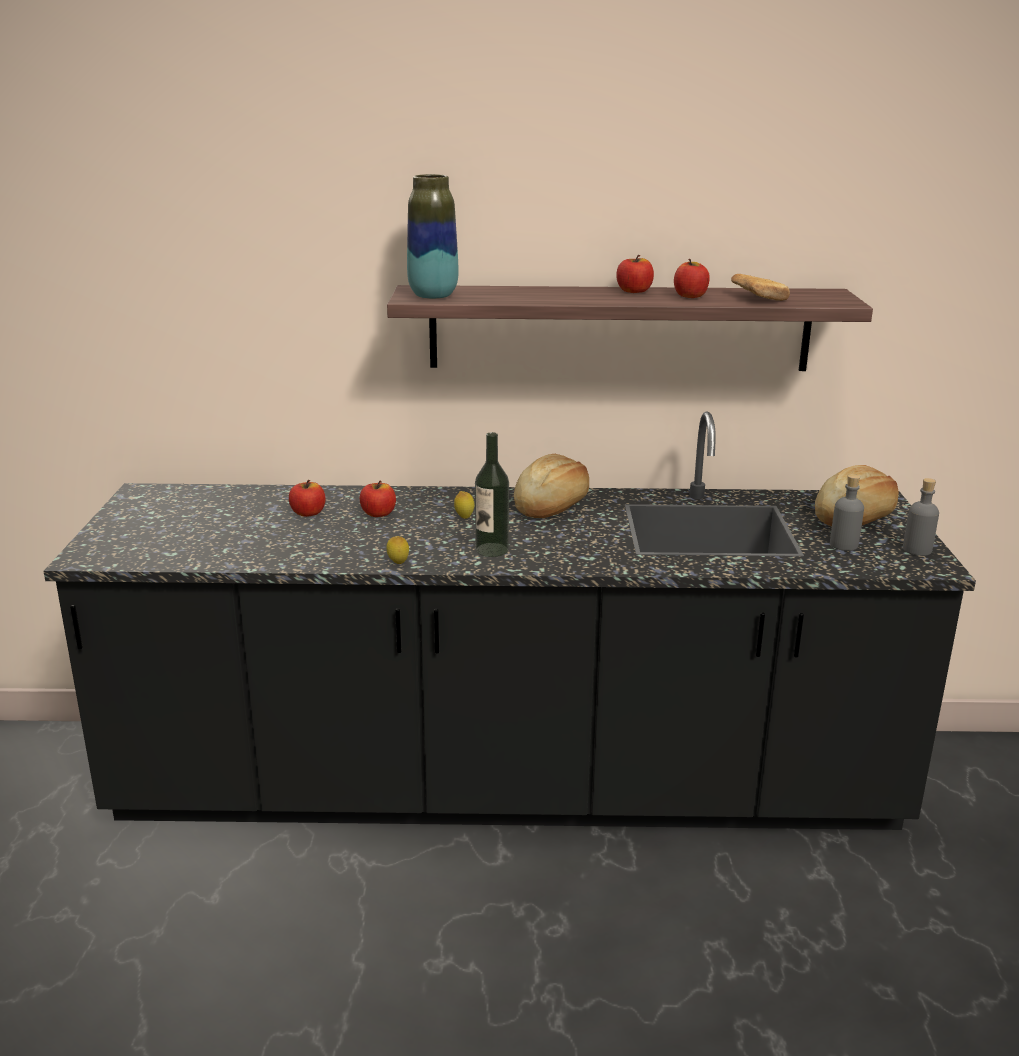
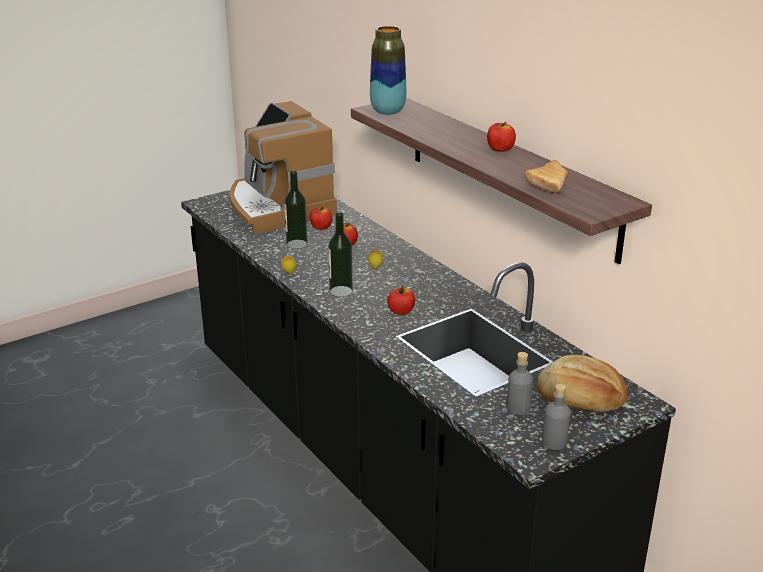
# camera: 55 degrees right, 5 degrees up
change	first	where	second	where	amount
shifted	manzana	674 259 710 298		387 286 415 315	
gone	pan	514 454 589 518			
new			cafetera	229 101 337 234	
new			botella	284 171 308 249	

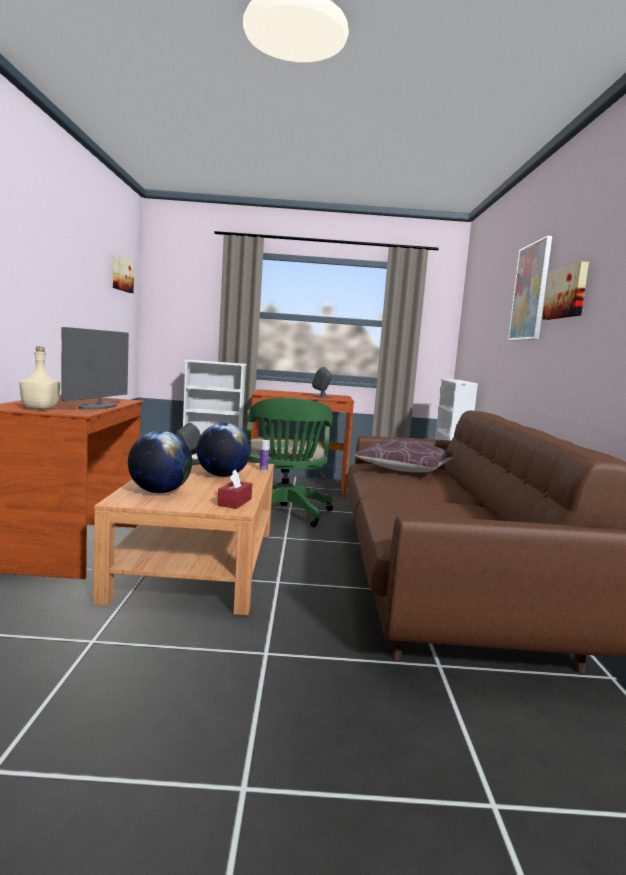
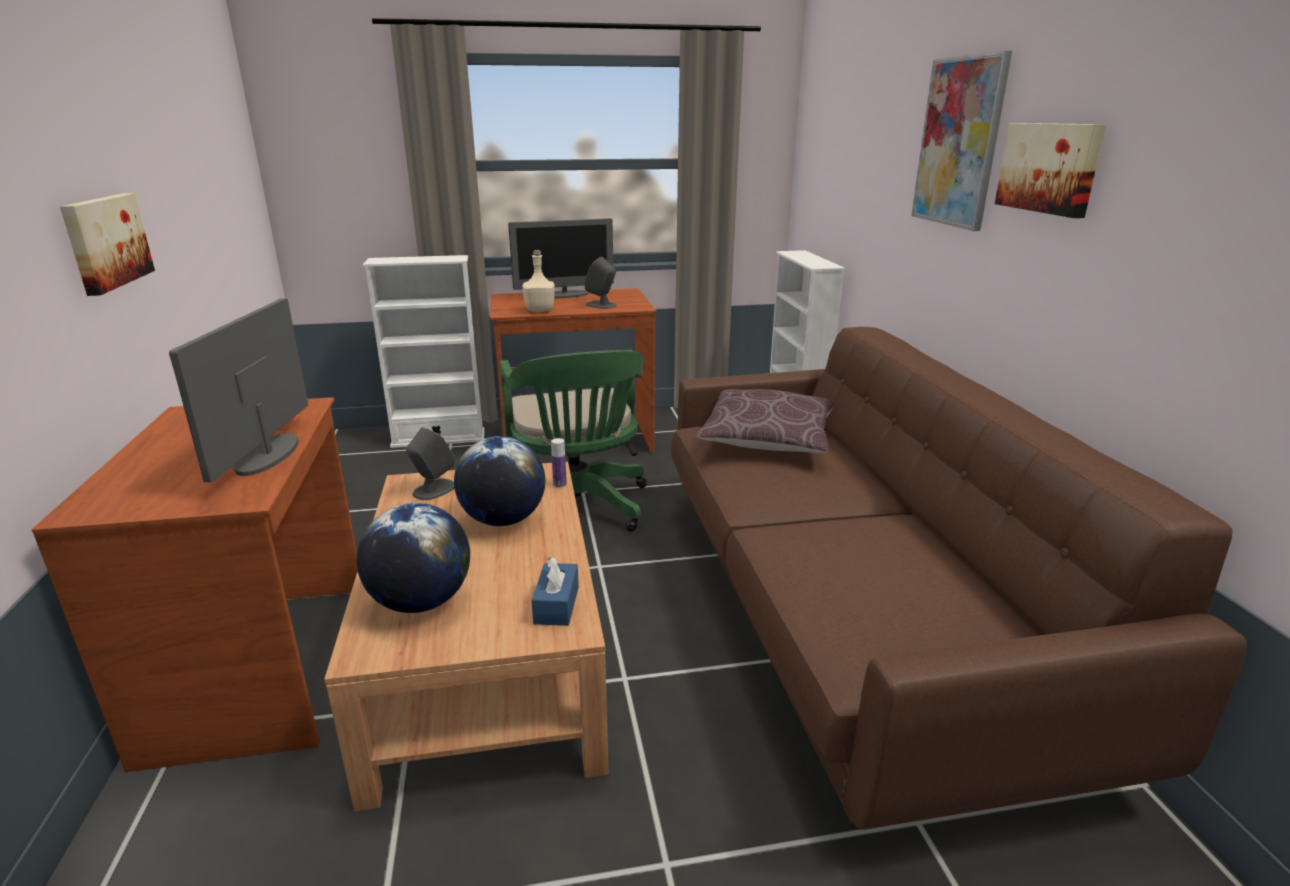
# camera: 10 degrees left, 15 degrees up
change	first	where	second	where	amount
shifted	cuadro	113 254 134 293		60 193 155 296	
shifted	botella [beis]	19 346 60 409		523 250 555 312	
repainted	caja de pañuelos [rojo]	218 470 252 509	caja de pañuelos [azul]	532 557 579 626	
new			monitor	508 218 614 298	

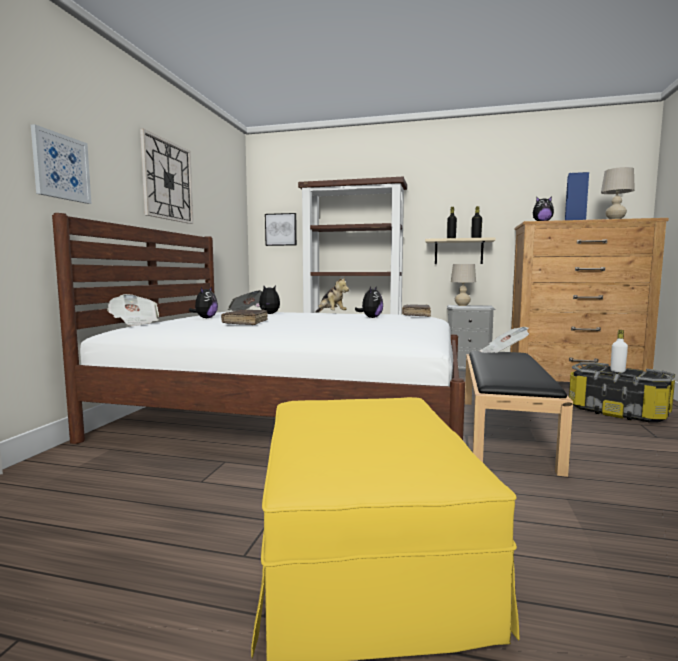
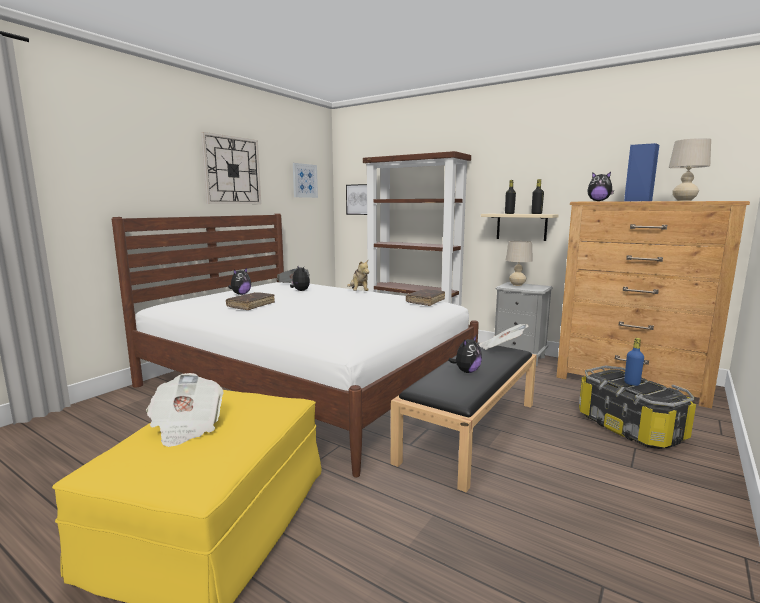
# camera: 20 degrees right, 5 degrees up
change	first	where	second	where	amount
shifted	cuadro	31 124 91 204		293 163 318 198	
shifted	peluche	355 286 383 318		448 335 482 373	
shifted	periódico	107 294 159 326		146 373 224 447	
repainted	botella [blanco]	610 330 628 372	botella [azul]	624 338 644 386	

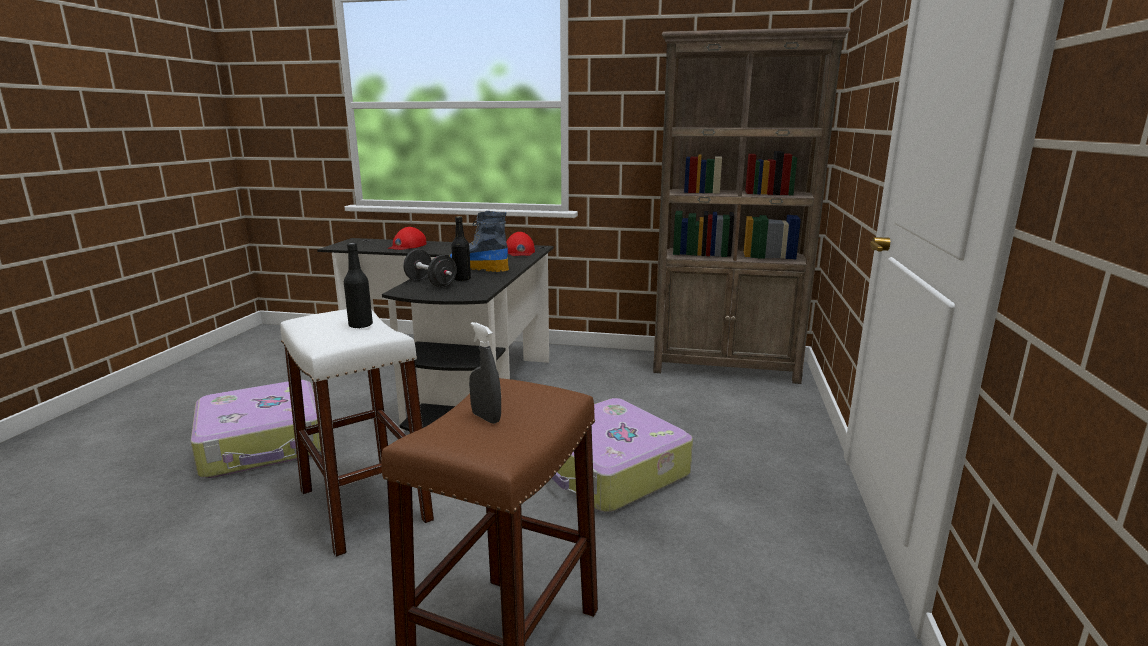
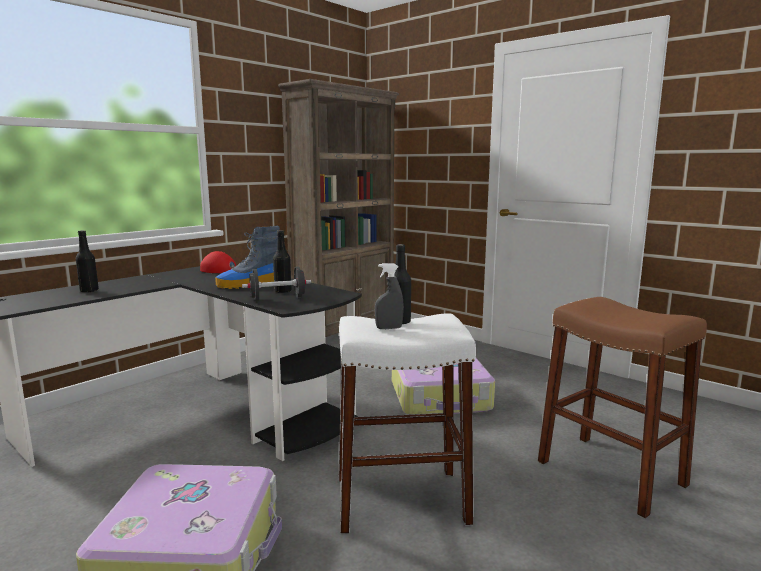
# camera: 60 degrees left, 5 degrees down
change	first	where	second	where	amount
swapped	gorra [rojo]	387 227 427 250	botella [negro]	76 230 99 293	
shifted	pulverizador [gris]	469 322 501 424		375 263 404 329	

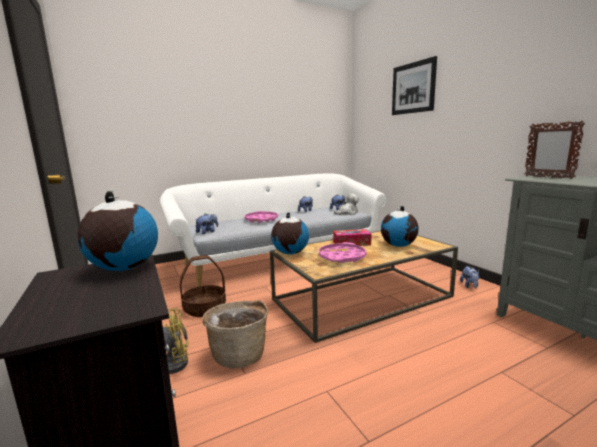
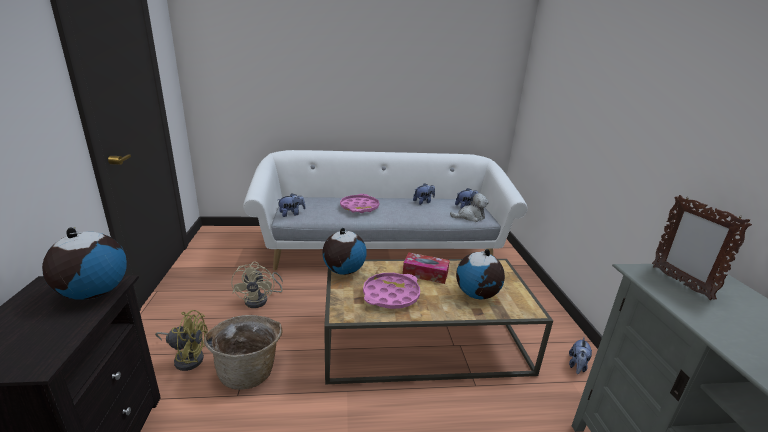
# camera: 20 degrees right, 10 degrees up
change	first	where	second	where	amount
gone	cuadro	392 56 437 115			
swapped	cesta	180 255 226 317	ventilador [beis]	231 261 283 308	

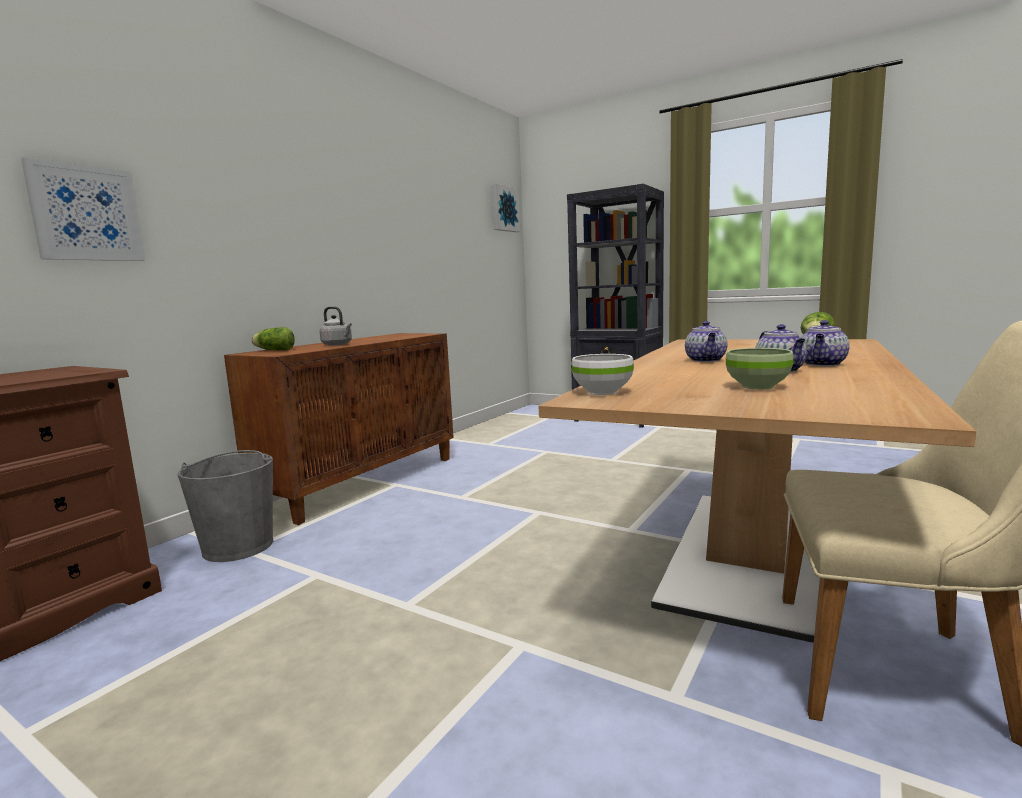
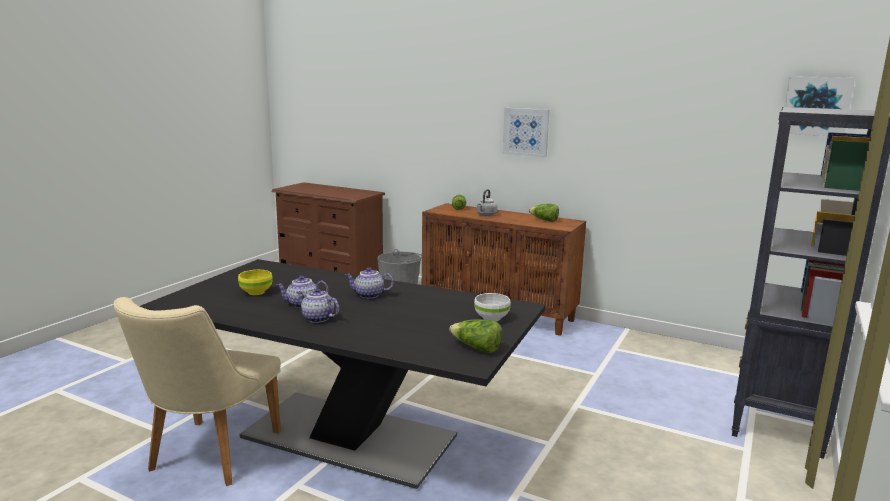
# camera: 85 degrees right, 5 degrees up
change	first	where	second	where	amount
shifted	cuadro	21 157 146 261		503 108 550 157	
repainted	mesa de comedor [beis]	539 339 976 643	mesa de comedor [negro]	140 259 545 489	
repainted	cuenco [verde]	726 348 794 389	cuenco [amarillo]	238 270 273 295	
shifted	cuenco [blanco]	571 354 634 395		474 293 511 322	
new			lechuga	529 204 559 222	

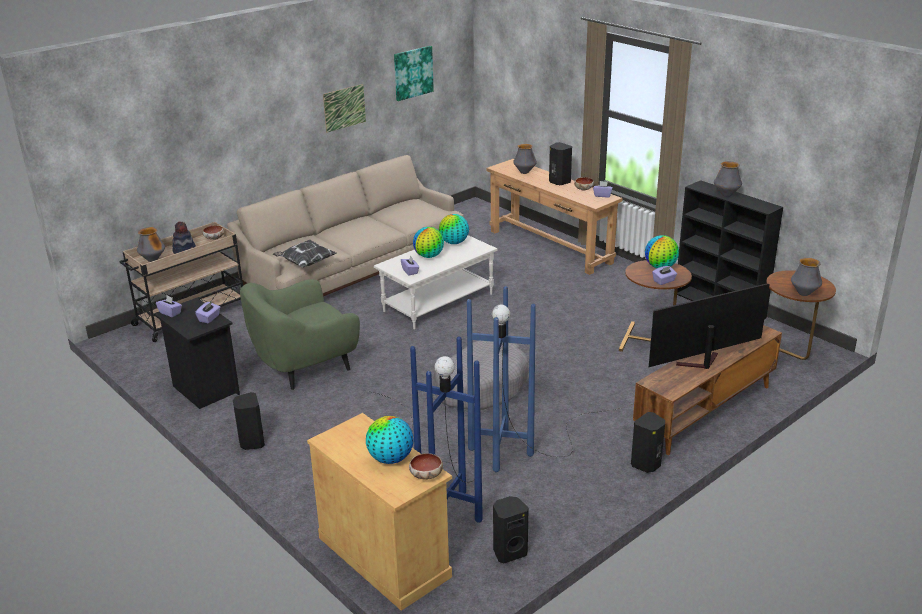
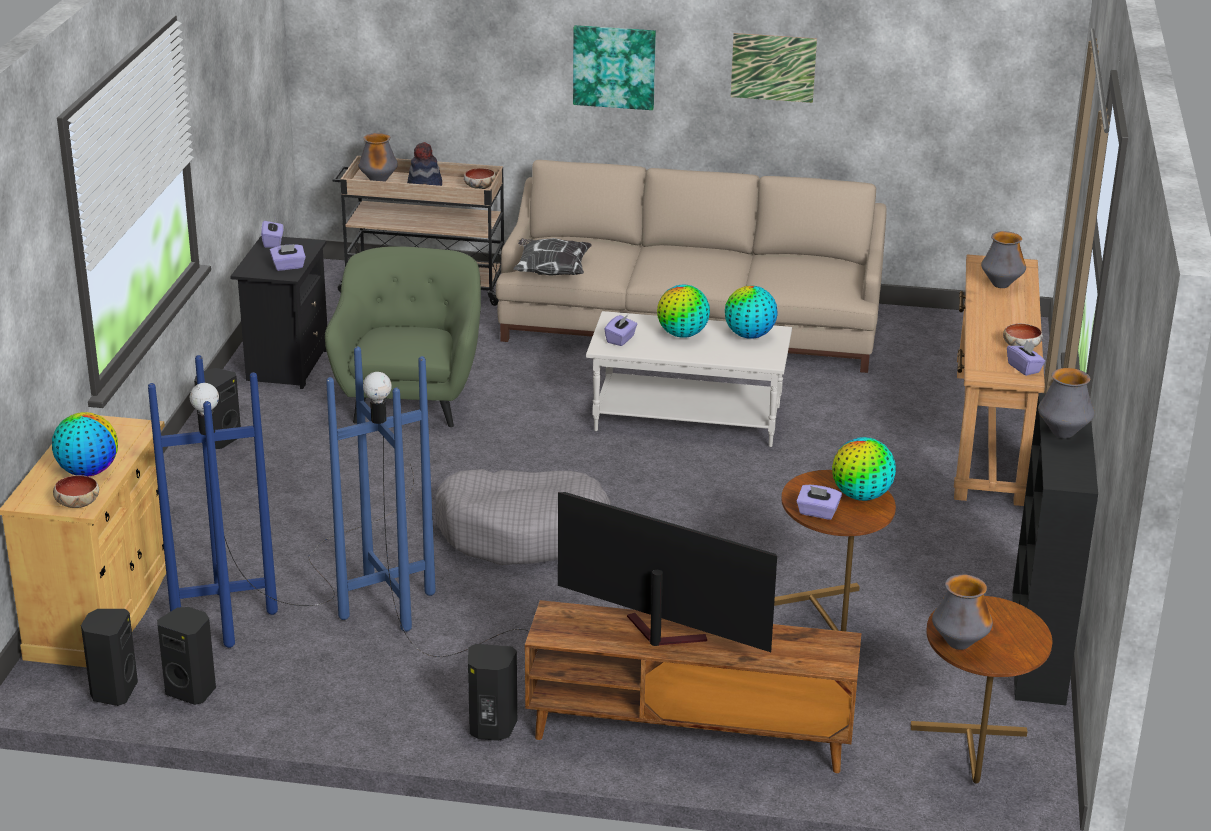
# camera: 50 degrees right, 0 degrees up
change	first	where	second	where	amount
shifted	cuadro	394 46 434 101		573 25 656 110	
shifted	altavoz [negro]	549 142 572 186		81 609 138 706	
rotated	sillón [verde]	240 279 360 390		325 246 481 427	75 degrees clockwise

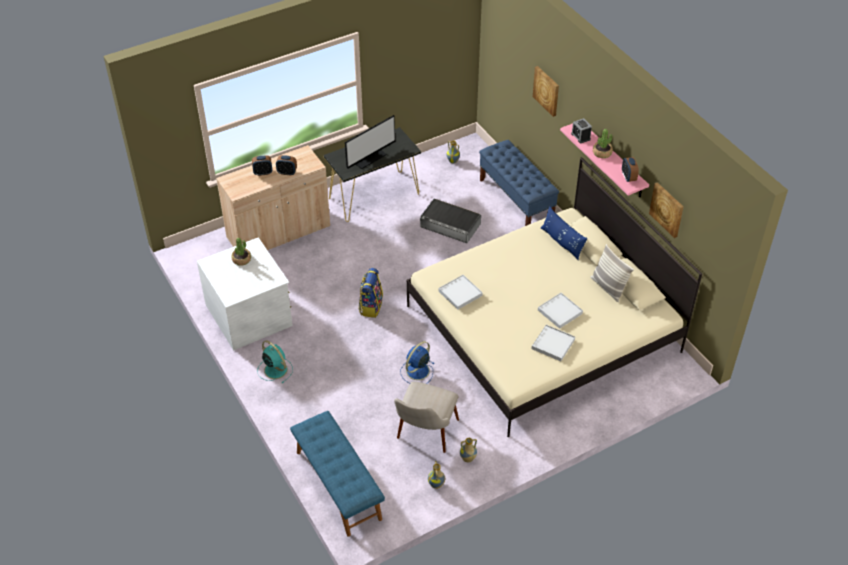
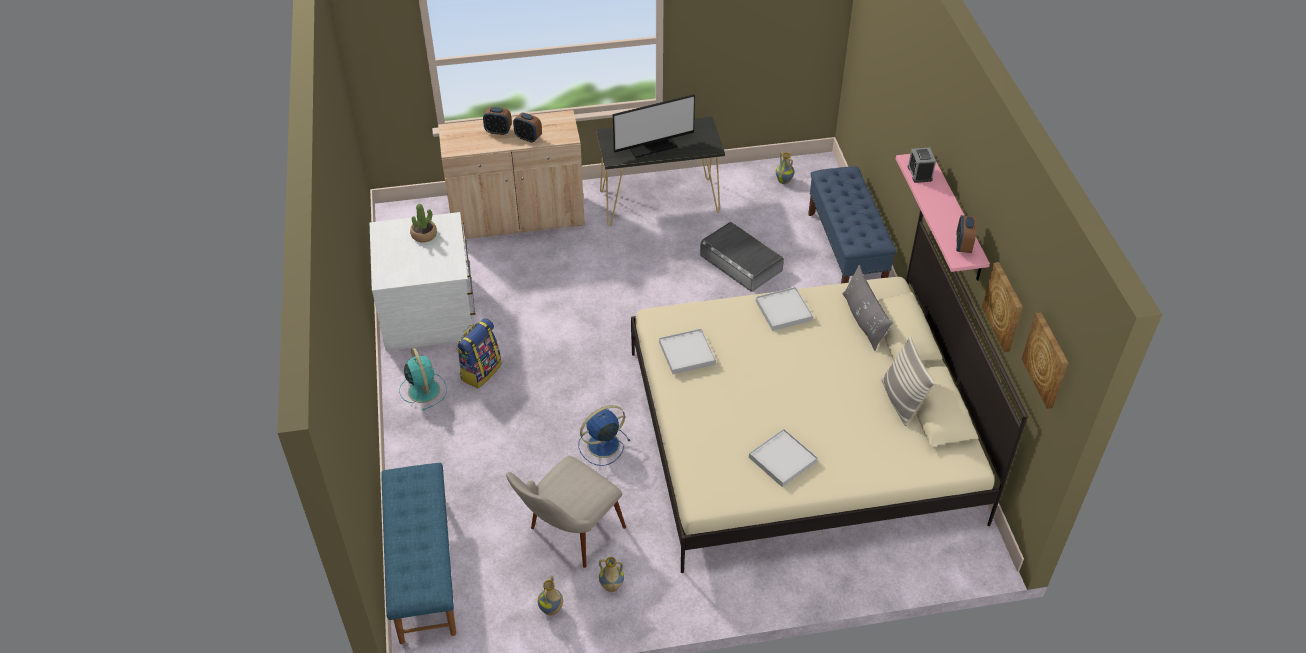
# camera: 20 degrees right, 0 degrees up
change	first	where	second	where	amount
shifted	cuadro	533 66 559 117		1022 312 1068 409	
gone	planta en maceta	593 129 613 158			
repainted	cojín [azul]	541 206 588 260	cojín [gris]	842 265 893 351	
shifted	mochila	359 268 383 318		457 318 501 388	
shifted	bandeja [blanco]	538 293 583 329		756 287 813 331	

